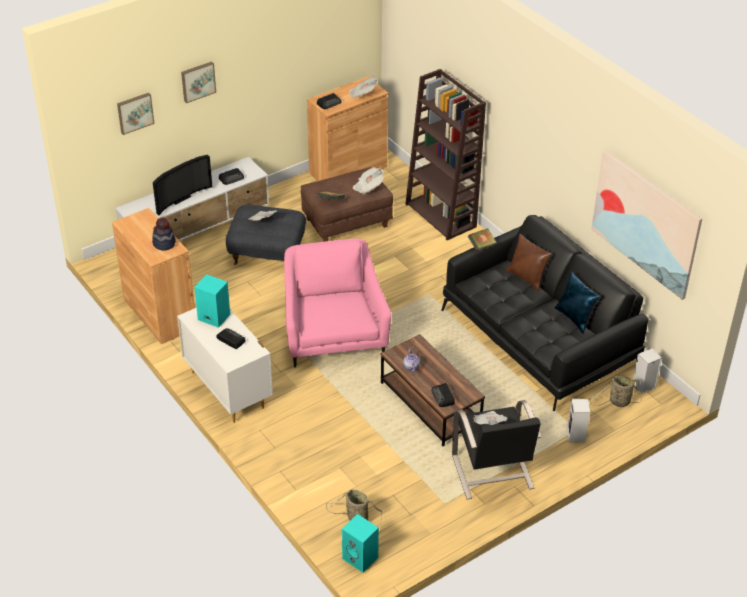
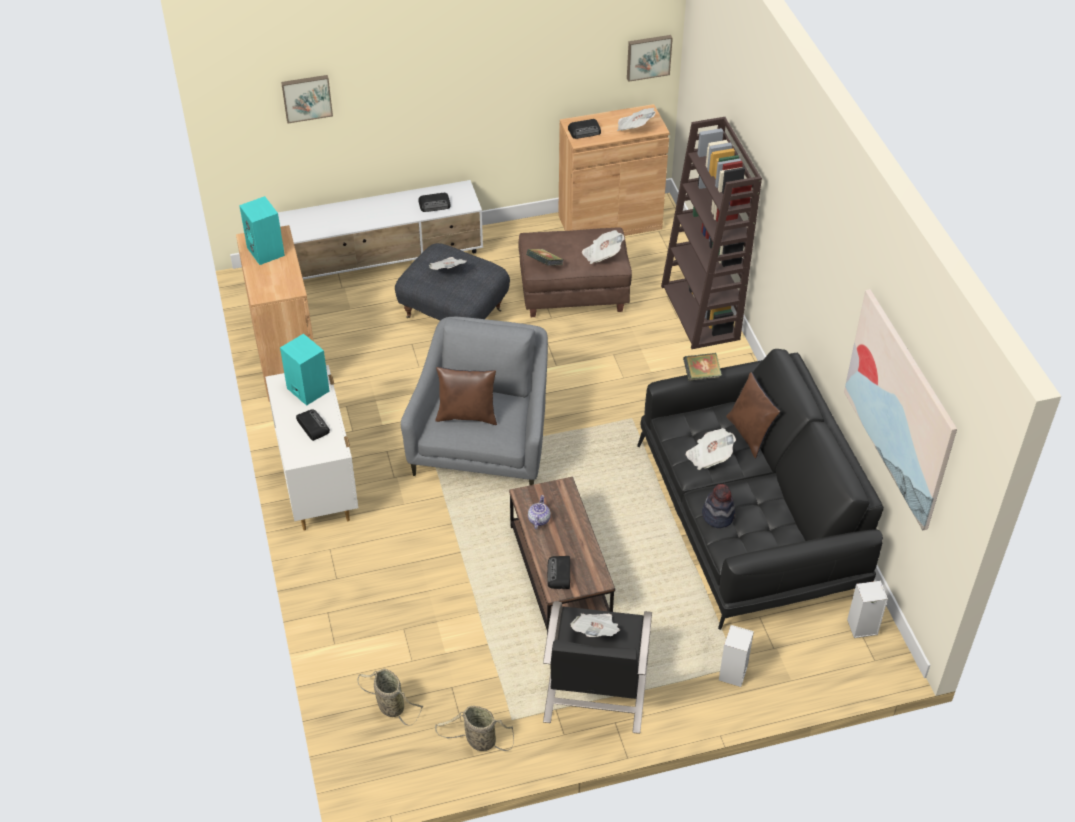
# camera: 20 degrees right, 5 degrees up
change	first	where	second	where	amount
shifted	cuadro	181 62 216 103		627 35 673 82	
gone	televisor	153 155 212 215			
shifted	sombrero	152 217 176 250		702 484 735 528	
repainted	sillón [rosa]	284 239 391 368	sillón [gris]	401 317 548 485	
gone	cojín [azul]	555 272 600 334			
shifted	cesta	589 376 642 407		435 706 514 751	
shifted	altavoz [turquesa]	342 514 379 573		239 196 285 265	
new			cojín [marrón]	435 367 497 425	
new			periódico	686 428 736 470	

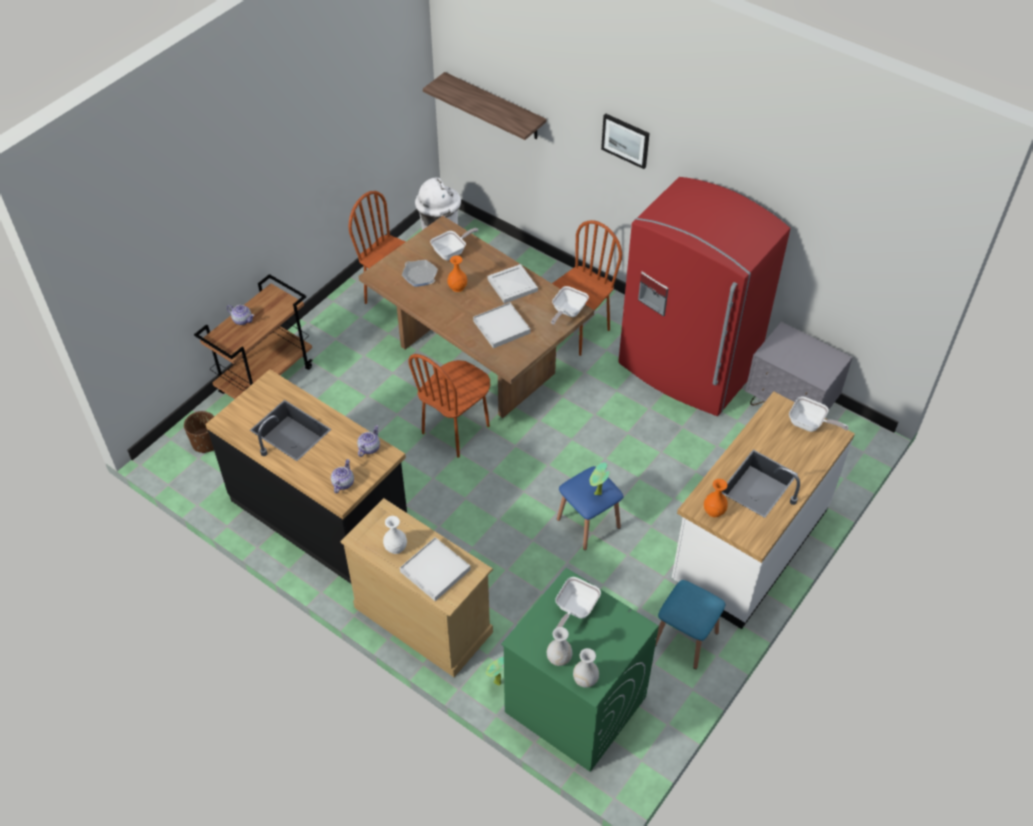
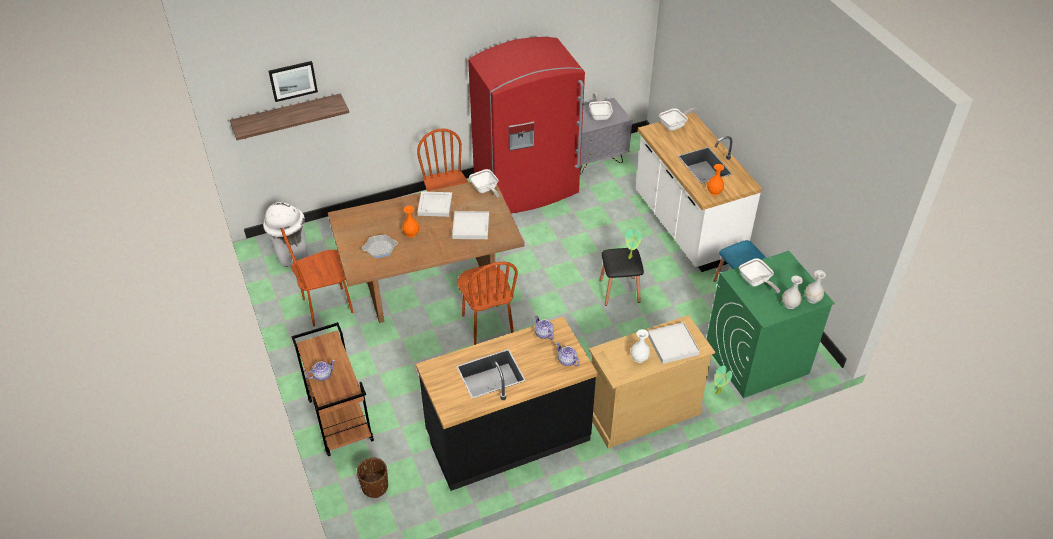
# camera: 60 degrees left, 5 degrees down
change	first	where	second	where	amount
shifted	cuadro	601 113 650 169		268 61 318 102	
shifted	sartén	430 228 478 260		589 92 613 120	
repainted	taburete [azul]	557 466 623 550	taburete [negro]	599 248 644 306	

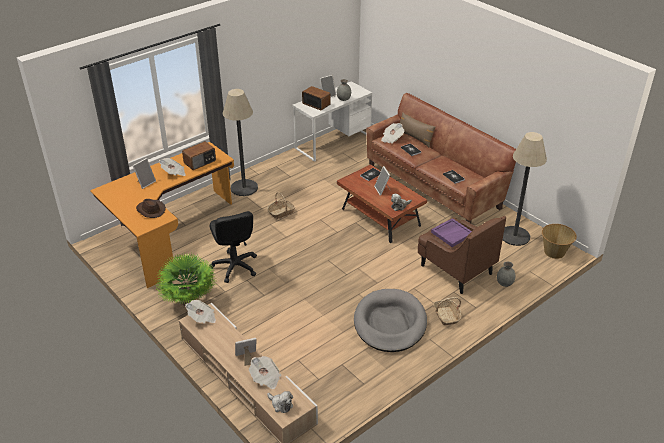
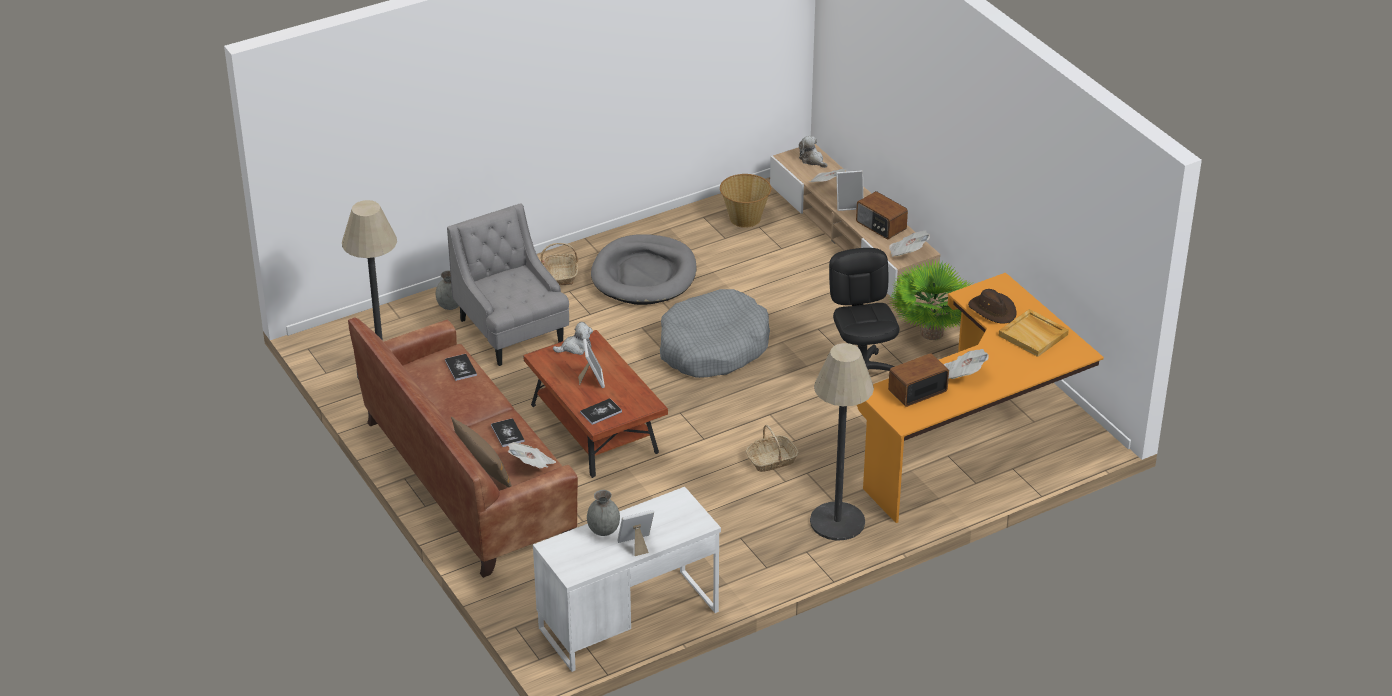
# camera: 170 degrees left, 0 degrees up
change	first	where	second	where	amount
shifted	radio	302 86 330 110		856 191 908 239	
gone	portarretratos	132 158 156 189			
repainted	sillón [marrón]	418 216 506 294	sillón [gris]	447 203 569 366	
gone	bandeja [morado]	431 218 472 247			
shifted	cesta	542 224 577 259		720 174 771 228	
new			cama para perro [gris]	660 289 770 378	
new			bandeja [beis]	998 309 1069 357	

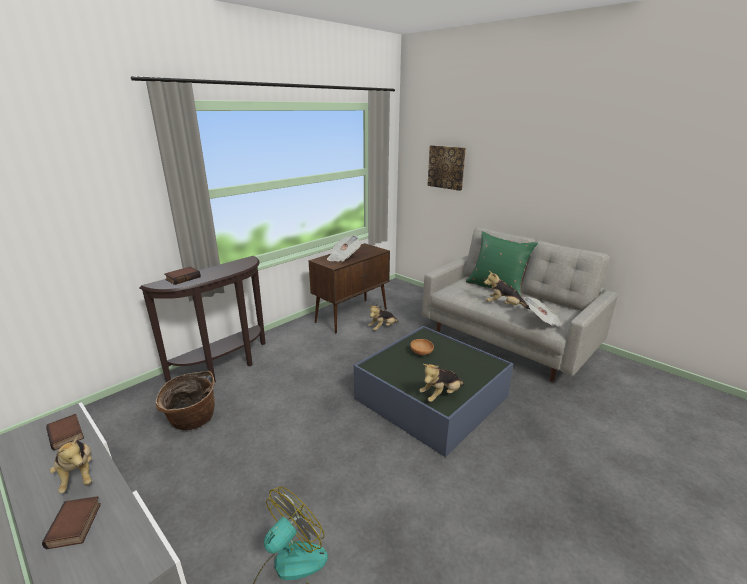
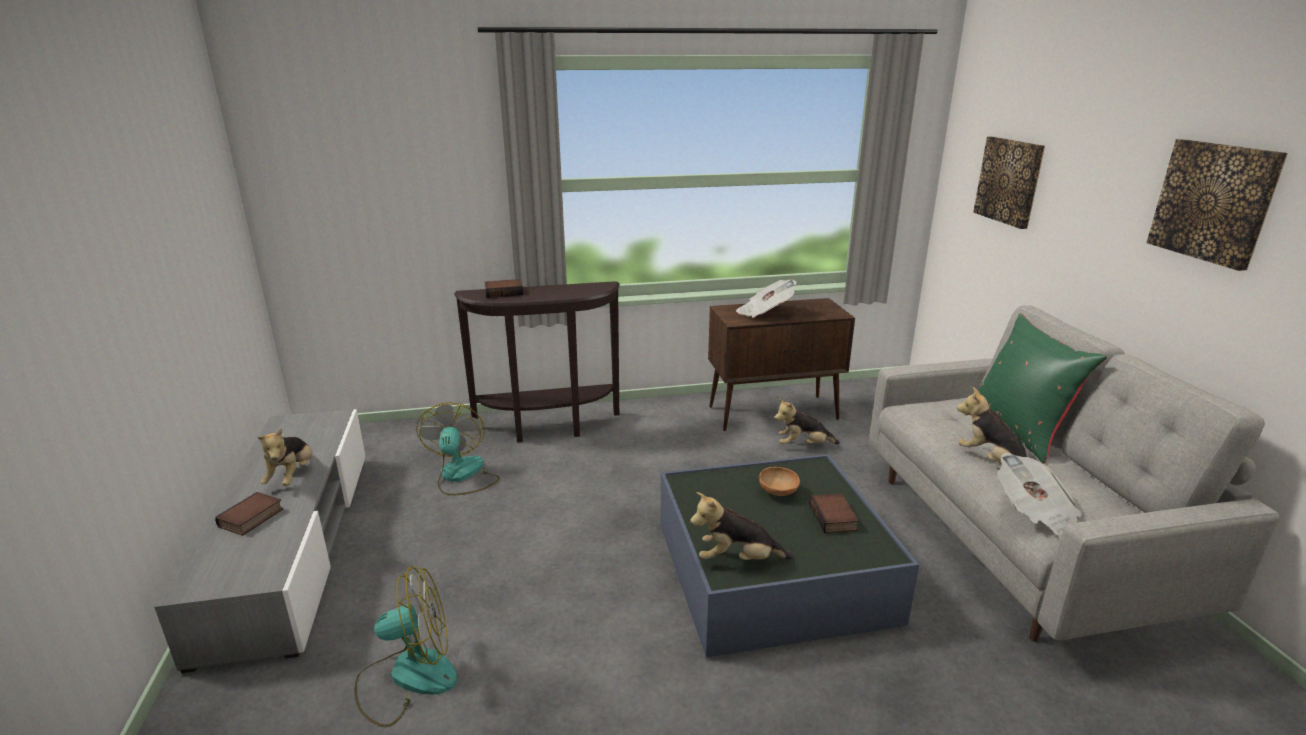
# camera: 35 degrees right, 0 degrees up
change	first	where	second	where	amount
swapped	cesta	155 371 215 430	ventilador	416 402 500 496	
shifted	libro	46 414 84 451		809 493 859 533	
new			cuadro	1146 139 1288 271	

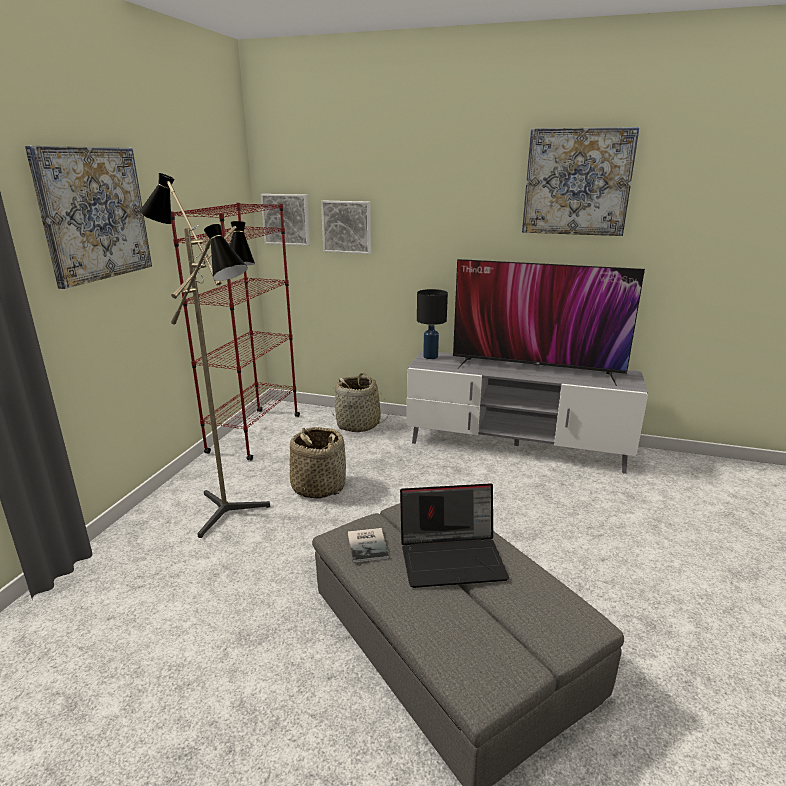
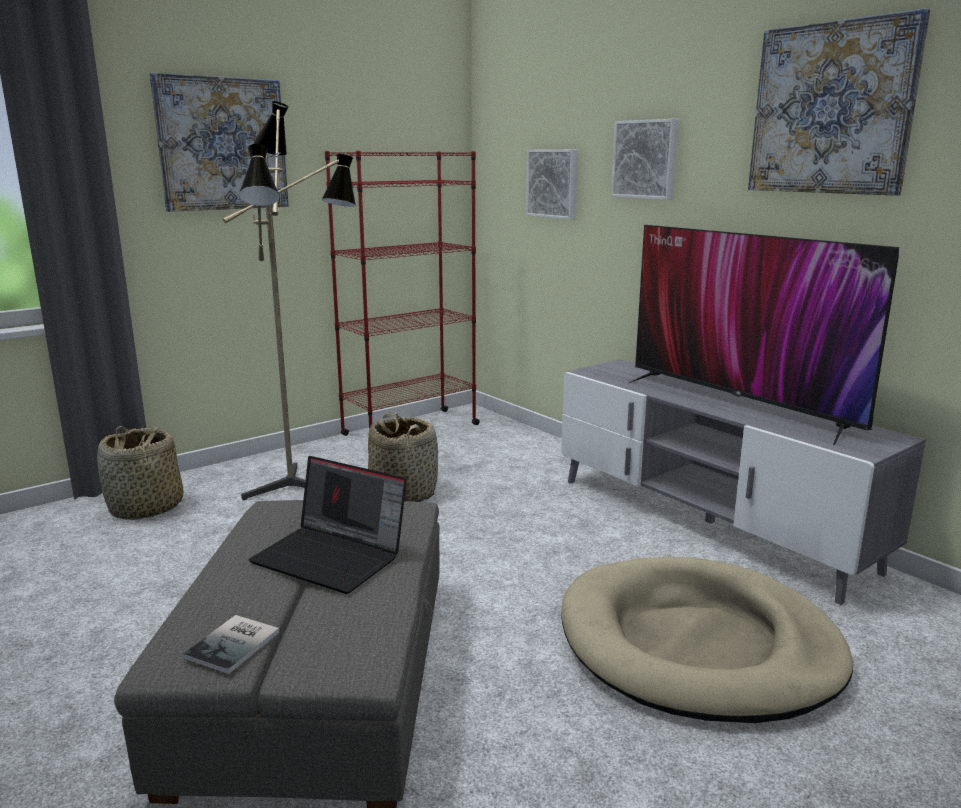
# camera: 35 degrees right, 5 degrees down
change	first	where	second	where	amount
shifted	cuadro	261 194 310 246		611 119 679 200	
gone	lámpara de mesa [negro]	417 289 448 359			
shifted	cesta	330 373 389 432		97 426 184 520	
shifted	libro	348 528 389 563		182 615 279 674	
new			cama para perro [beis]	561 557 853 723	

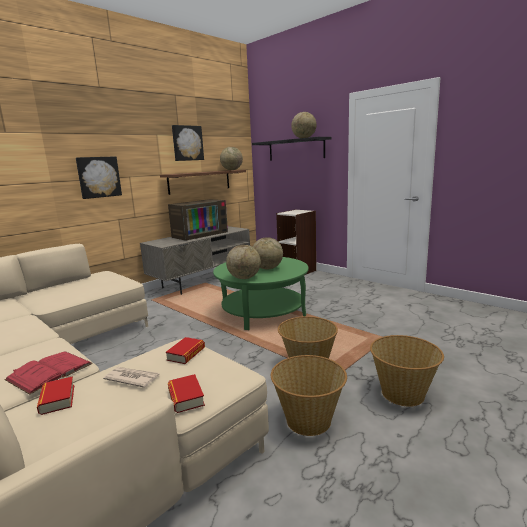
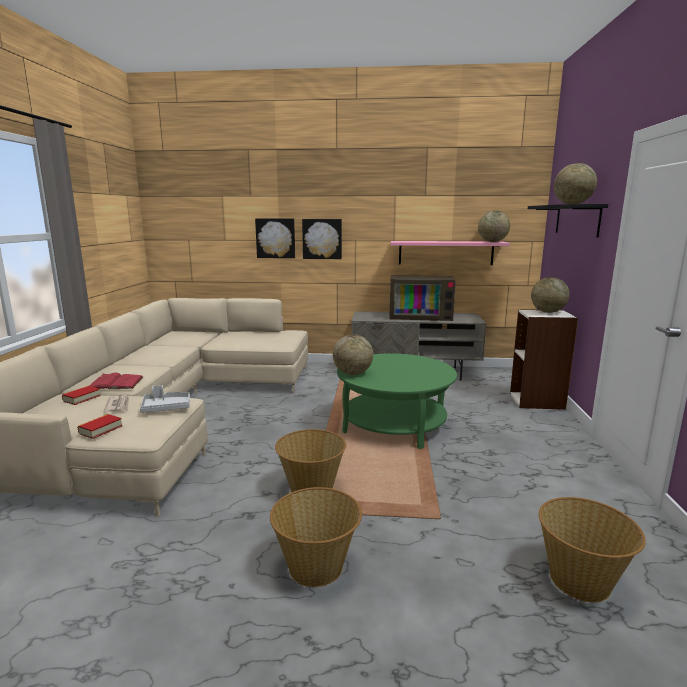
# camera: 50 degrees right, 0 degrees up
change	first	where	second	where	amount
shifted	cuadro	172 125 204 161		255 218 295 258	
repainted	estante [marrón]	160 170 246 195	estante [rosa]	391 241 510 265	
shifted	globo terráqueo	253 237 283 269		531 277 570 313	
swapped	libro	165 337 205 364	bandeja [gris]	140 385 190 413	
shifted	cesta	271 355 347 436		539 497 646 602	

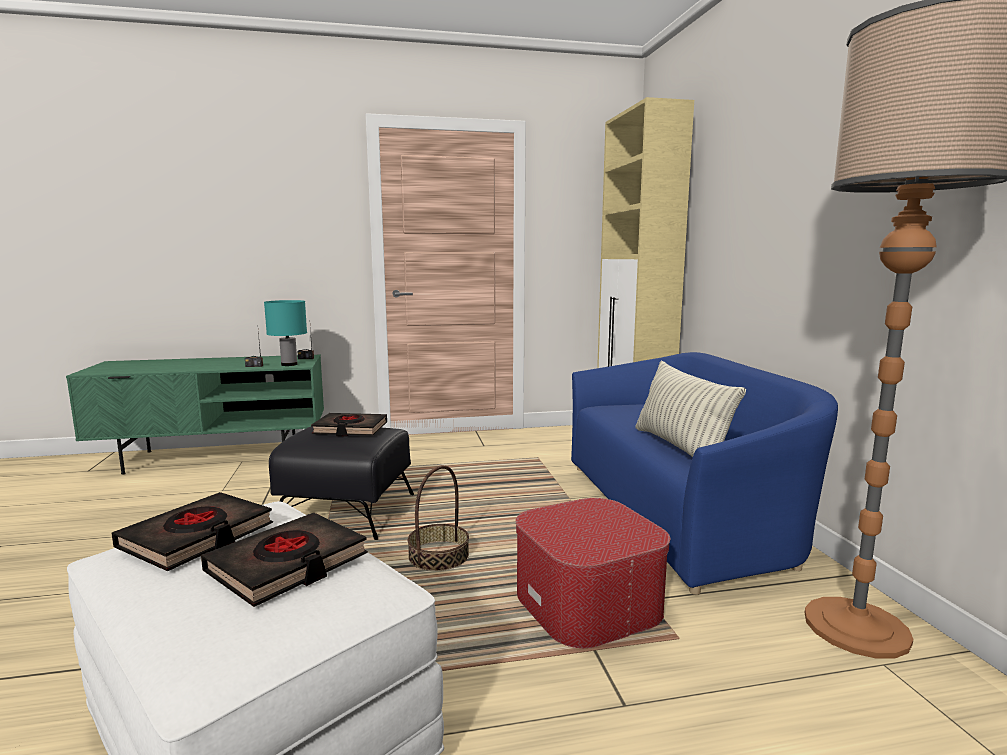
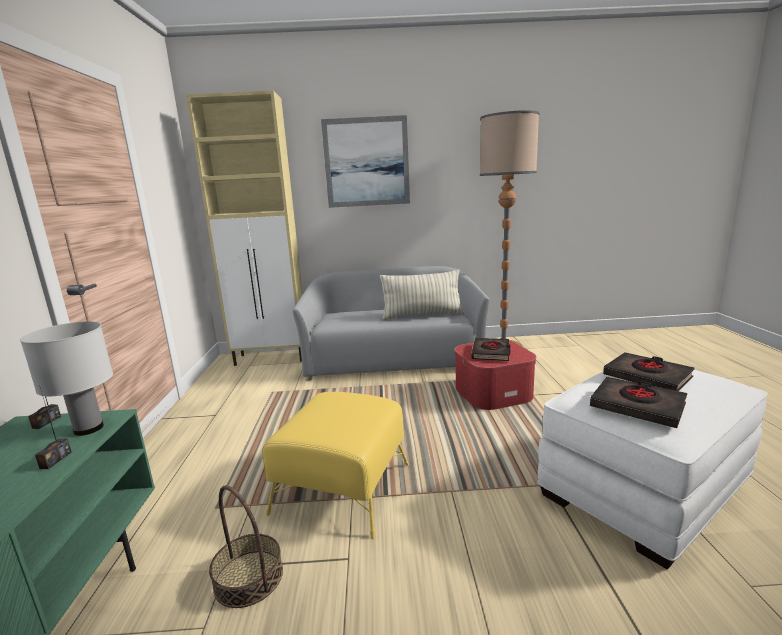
# camera: 80 degrees left, 5 degrees up
change	first	where	second	where	amount
repainted	lámpara de mesa [turquesa]	264 300 307 366	lámpara de mesa [blanco]	20 321 113 436	
repainted	sofá [azul]	571 352 838 595	sofá [gris]	292 266 490 380	
shifted	libro [negro]	311 413 387 436		471 338 510 361	
repainted	puf [negro]	269 427 414 540	puf [amarillo]	262 392 409 539	
shifted	cesta	408 465 469 571		209 485 283 608	
new			cuadro	321 115 410 208	

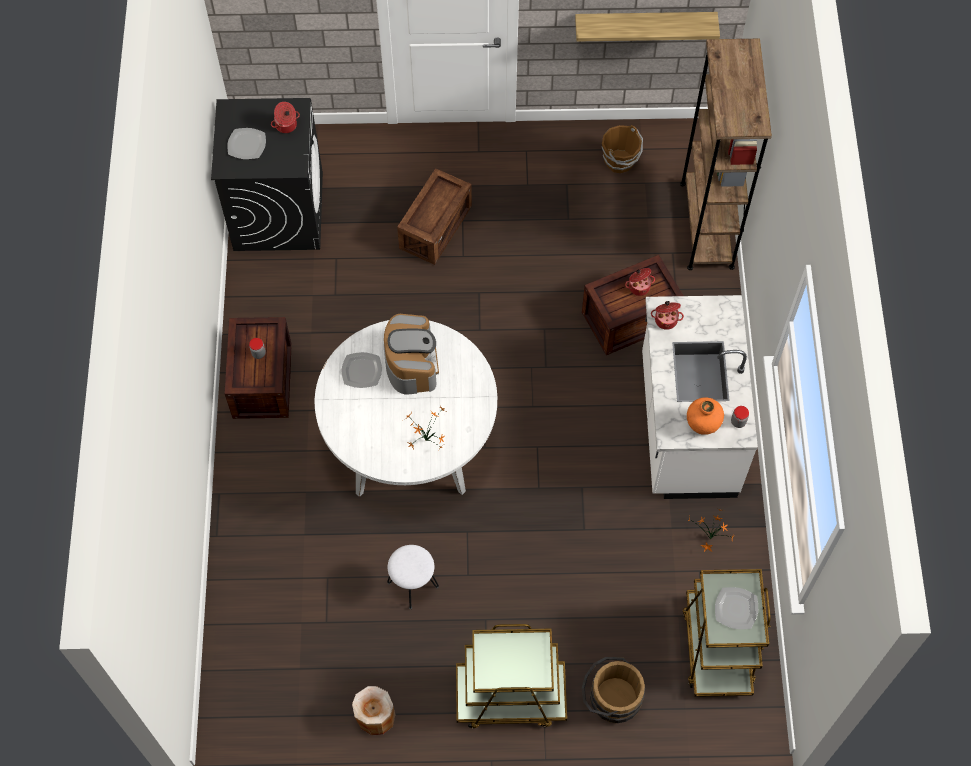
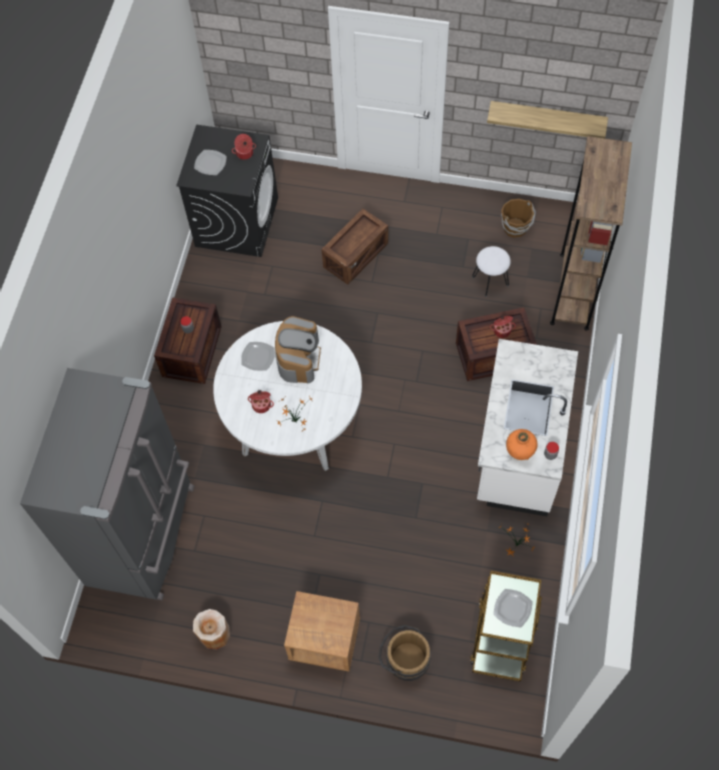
# camera: 15 degrees right, 0 degrees up
change	first	where	second	where	amount
shifted	olla	651 301 684 330		248 390 274 413	
shifted	taburete [blanco]	387 545 439 609		472 246 511 297	
swapped	carrito [marrón]	456 624 567 729	mesita de noche [marrón]	284 591 360 672	
new			nevera [gris]	20 368 195 601	

